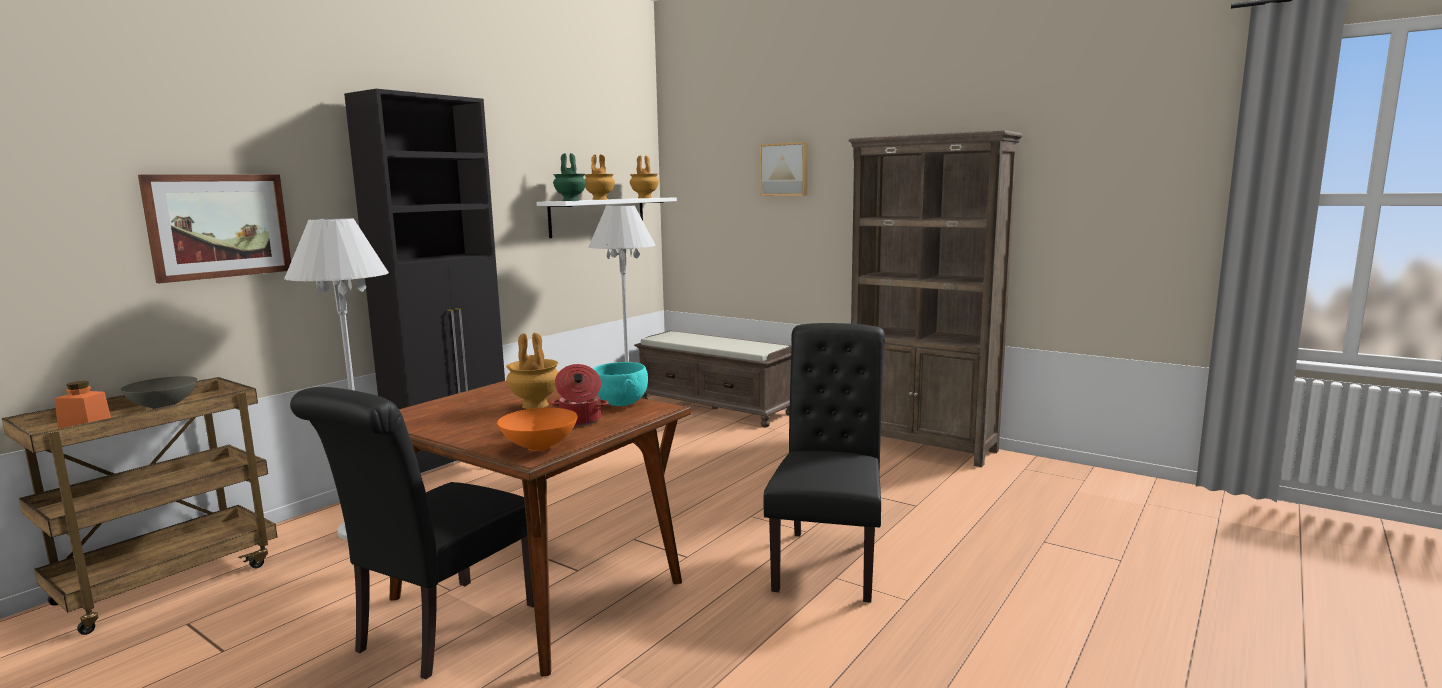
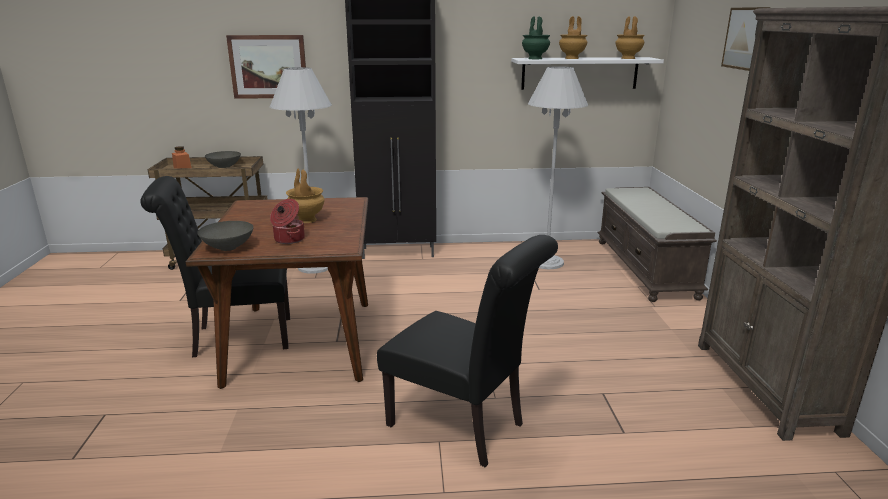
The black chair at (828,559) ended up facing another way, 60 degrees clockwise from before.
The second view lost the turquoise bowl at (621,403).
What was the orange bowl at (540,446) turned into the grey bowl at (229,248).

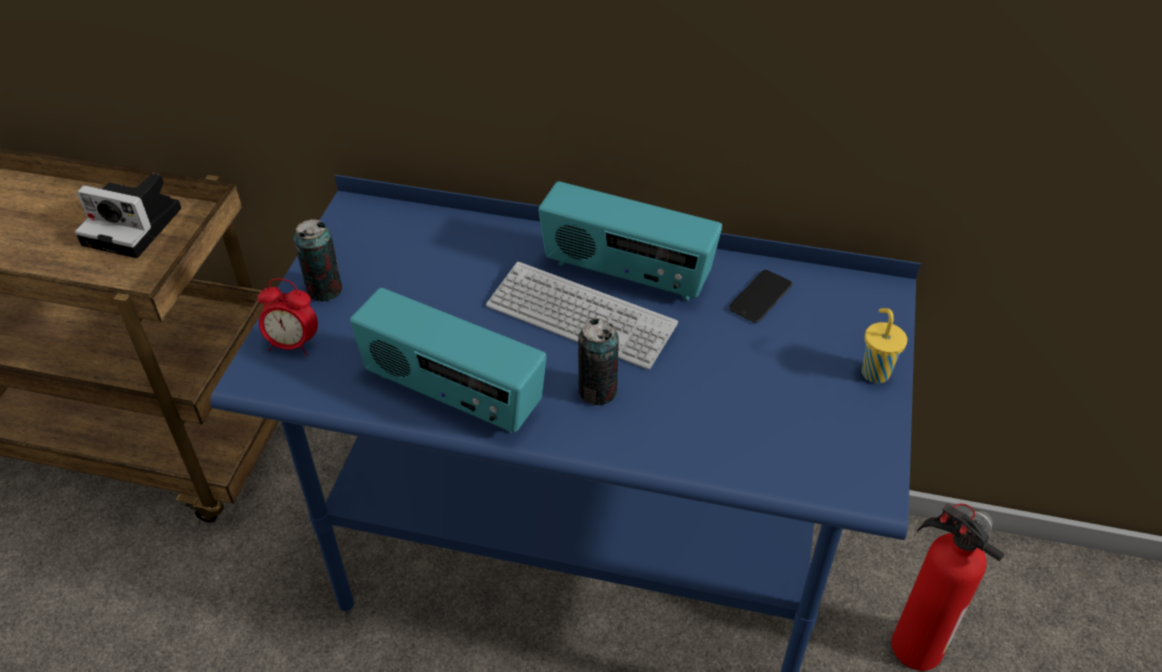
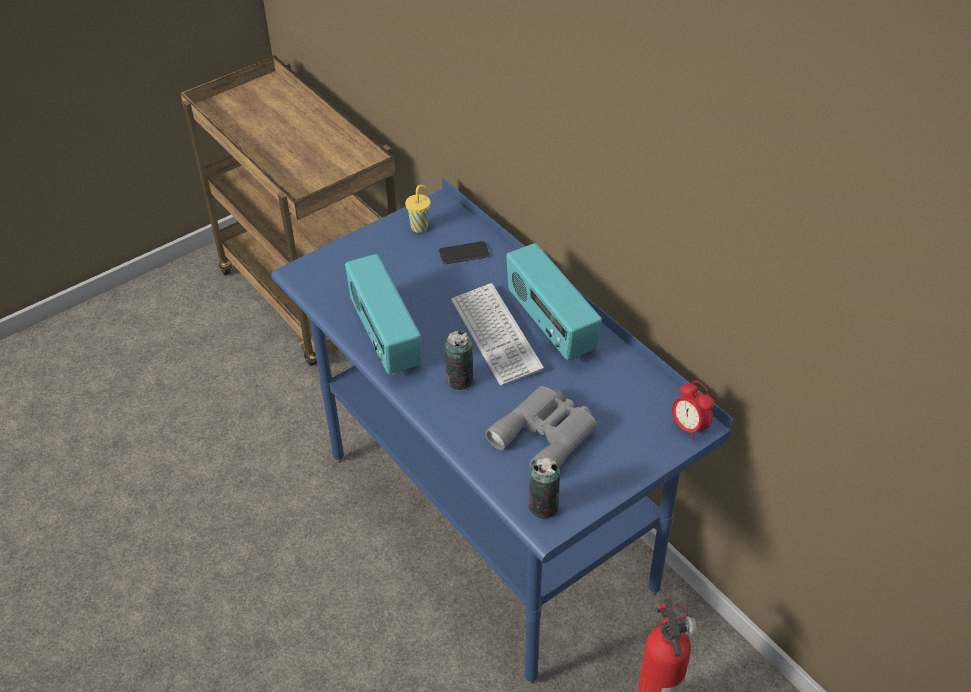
The second view lost the photo camera at (136,226).
The can ended up elsewhere, having gone from (324,290) to (543,507).
The phone ended up elsewhere, having gone from (760,297) to (464,253).
The alarm clock ended up elsewhere, having gone from (293,344) to (689,427).
The yellow cup ended up elsewhere, having gone from (874,372) to (420,226).
The second view gained the grey binoculars at (547,434).

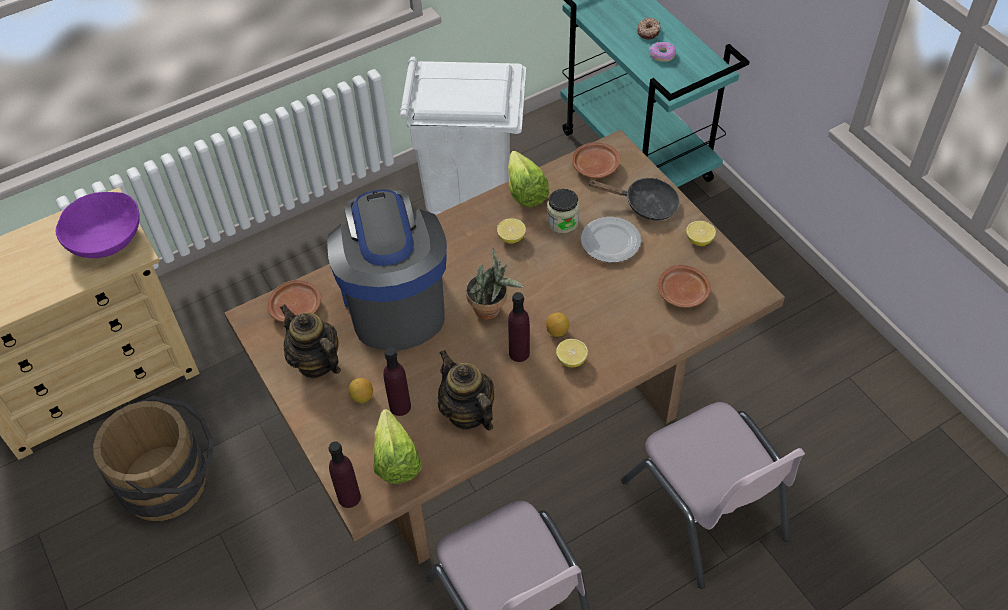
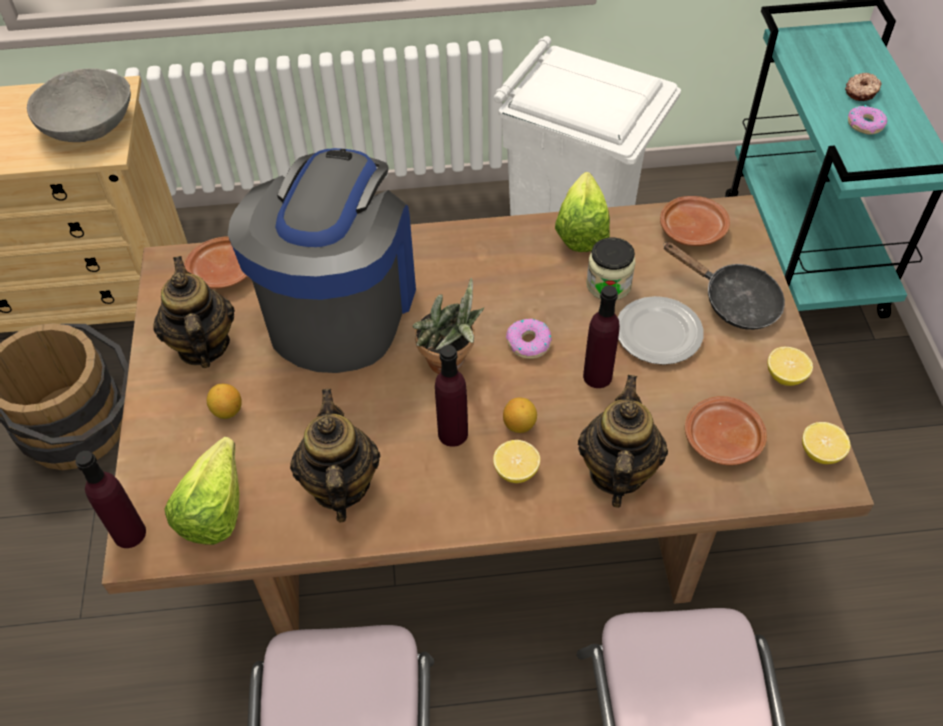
What was the purple bowl at (105,239) turned into the grey bowl at (88,125).
The lemon ended up elsewhere, having gone from (511,238) to (820,453).
The purple bottle ended up elsewhere, having gone from (400,406) to (597,376).
The second view gained the donut at (528,343).
The second view gained the teapot at (617,471).

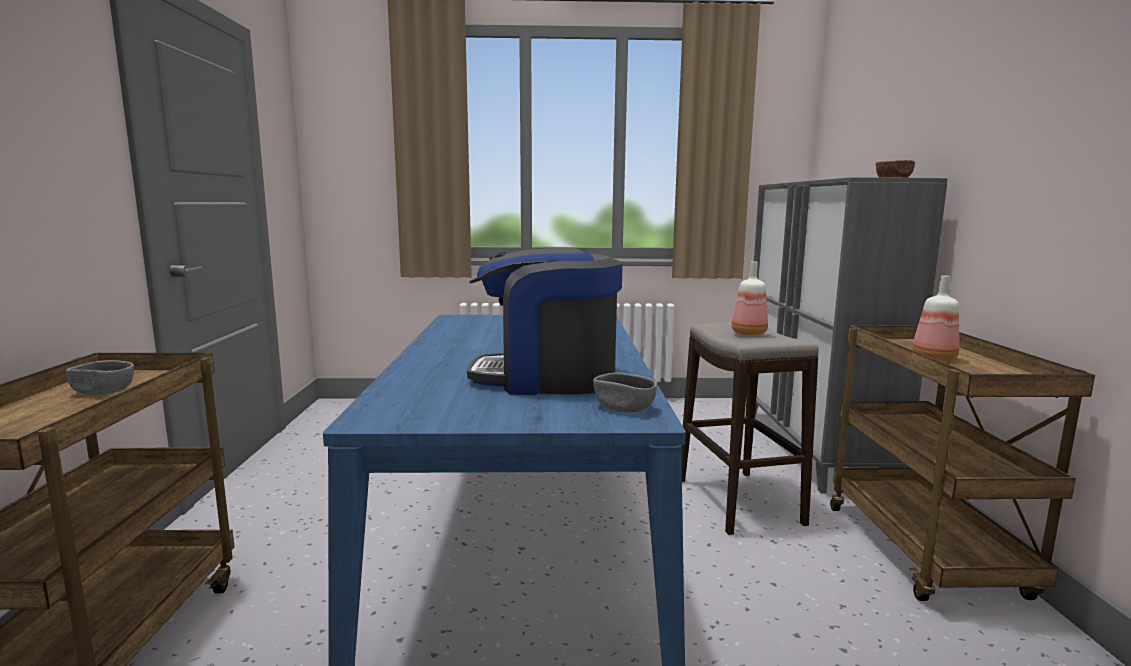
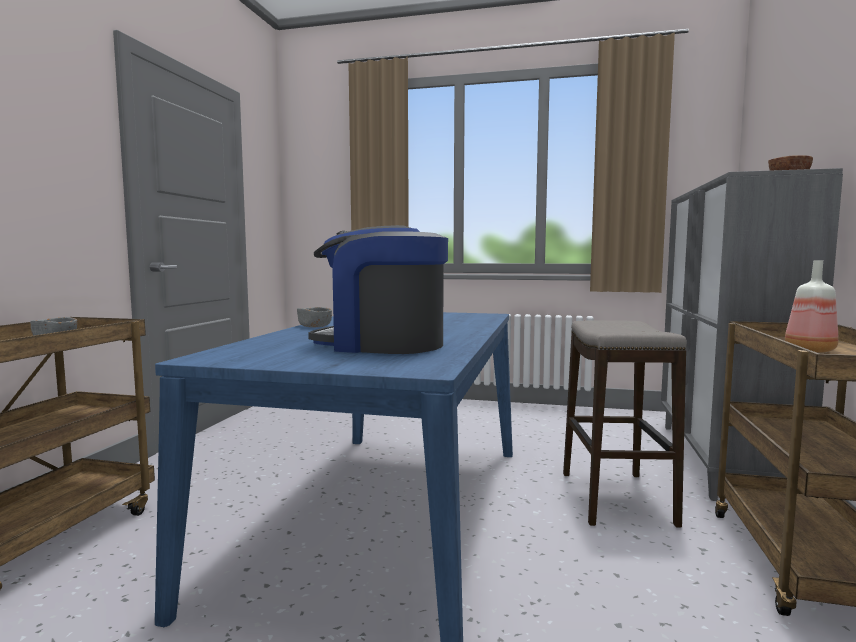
The second view lost the bottle at (747,333).
The grey bowl ended up elsewhere, having gone from (624,408) to (314,326).

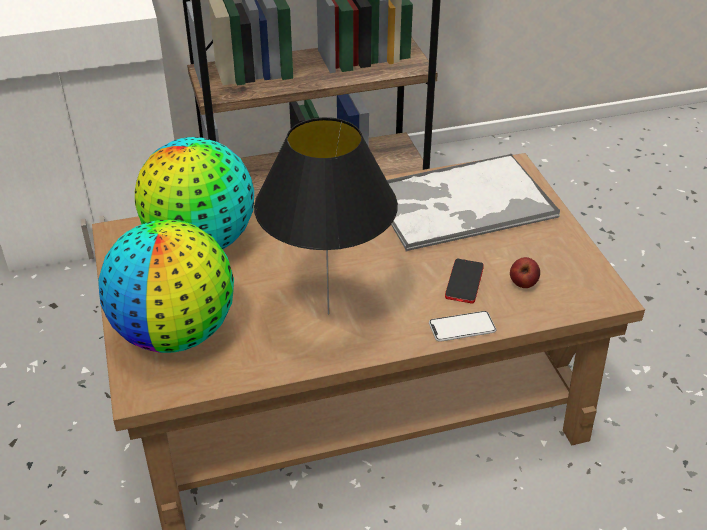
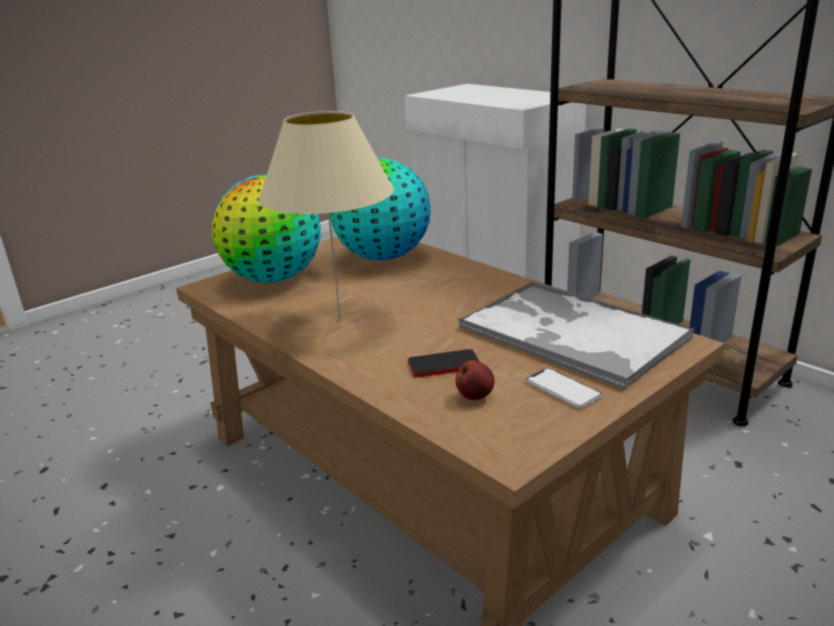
What was the black table lamp at (329,313) turned into the beige table lamp at (340,320).
The phone ended up elsewhere, having gone from (462,327) to (563,389).

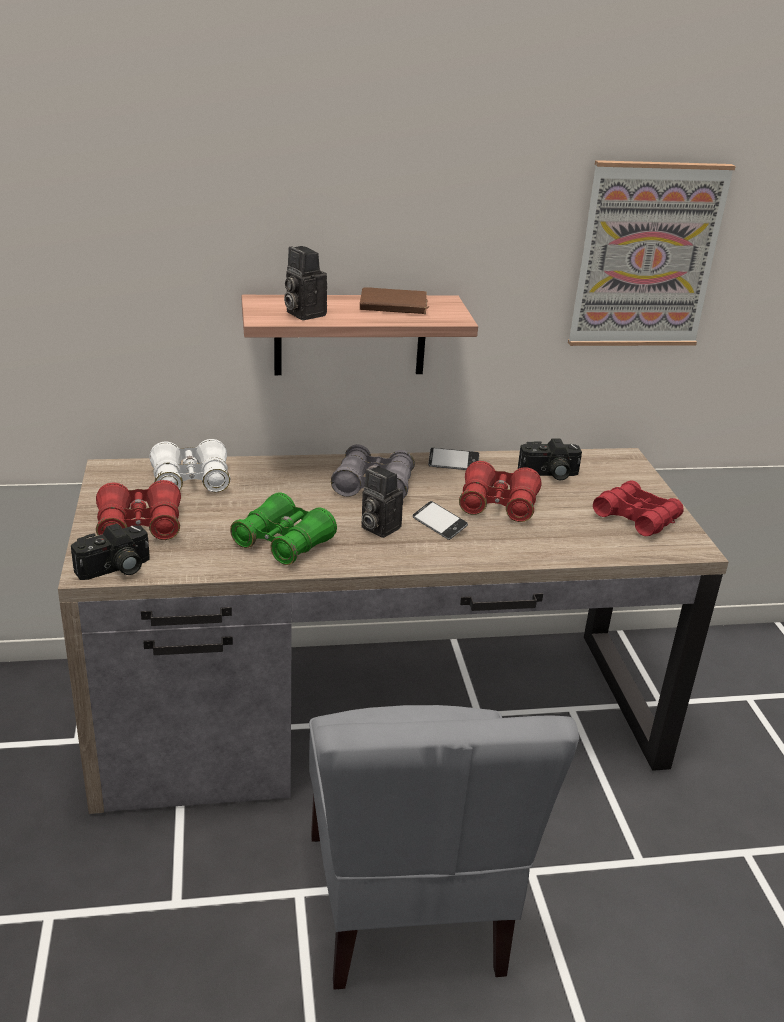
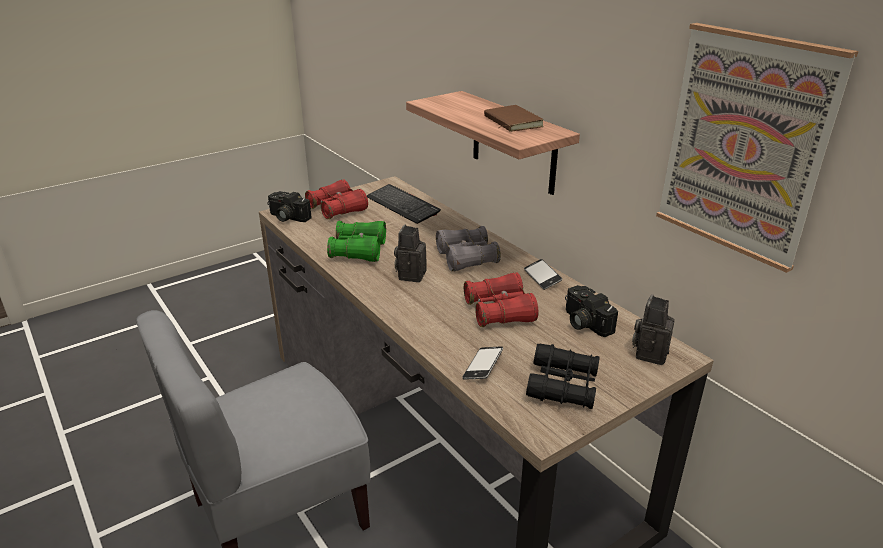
The photo camera ended up elsewhere, having gone from (303,313) to (649,352).
Where the white binoculars stood at (191,481), the keyboard came to stand at (402,205).
What was the red binoculars at (636,517) turned into the black binoculars at (563,385).
The phone ended up elsewhere, having gone from (439,524) to (483,366).

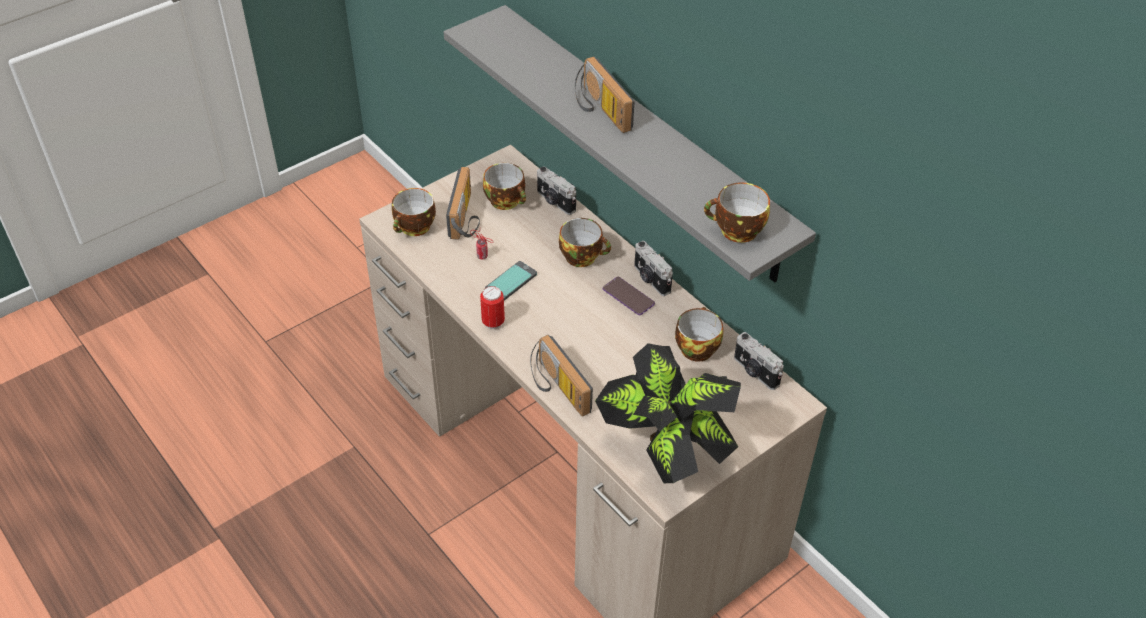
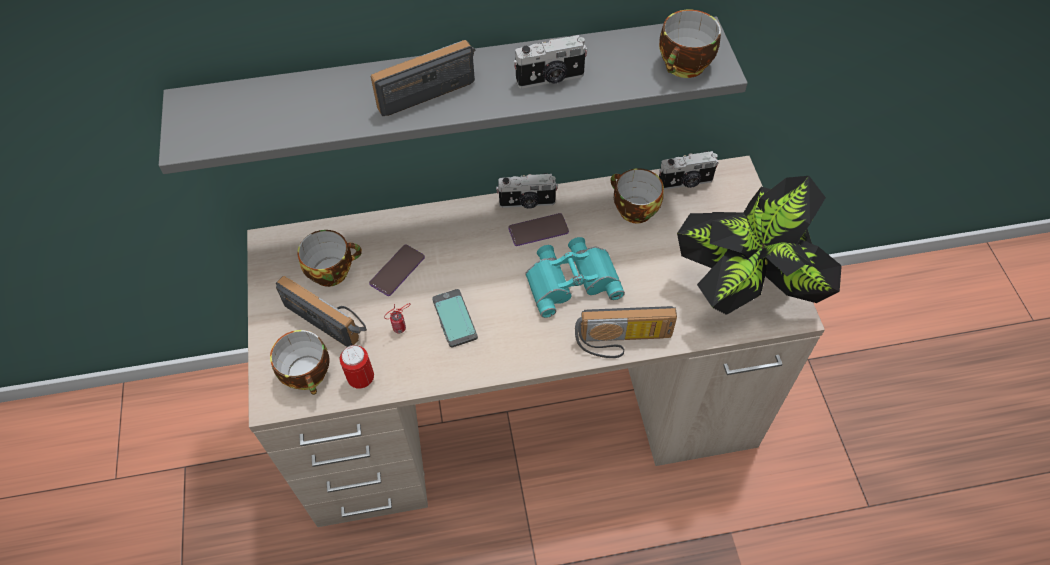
The radio at (599,110) ended up facing another way, 150 degrees clockwise from before.
The photo camera ended up elsewhere, having gone from (555,202) to (550,79).
The second view lost the cup at (583,256).
The can ended up elsewhere, having gone from (493,322) to (361,379).
The second view gained the turquoise binoculars at (571,279).
The second view gained the phone at (397,270).

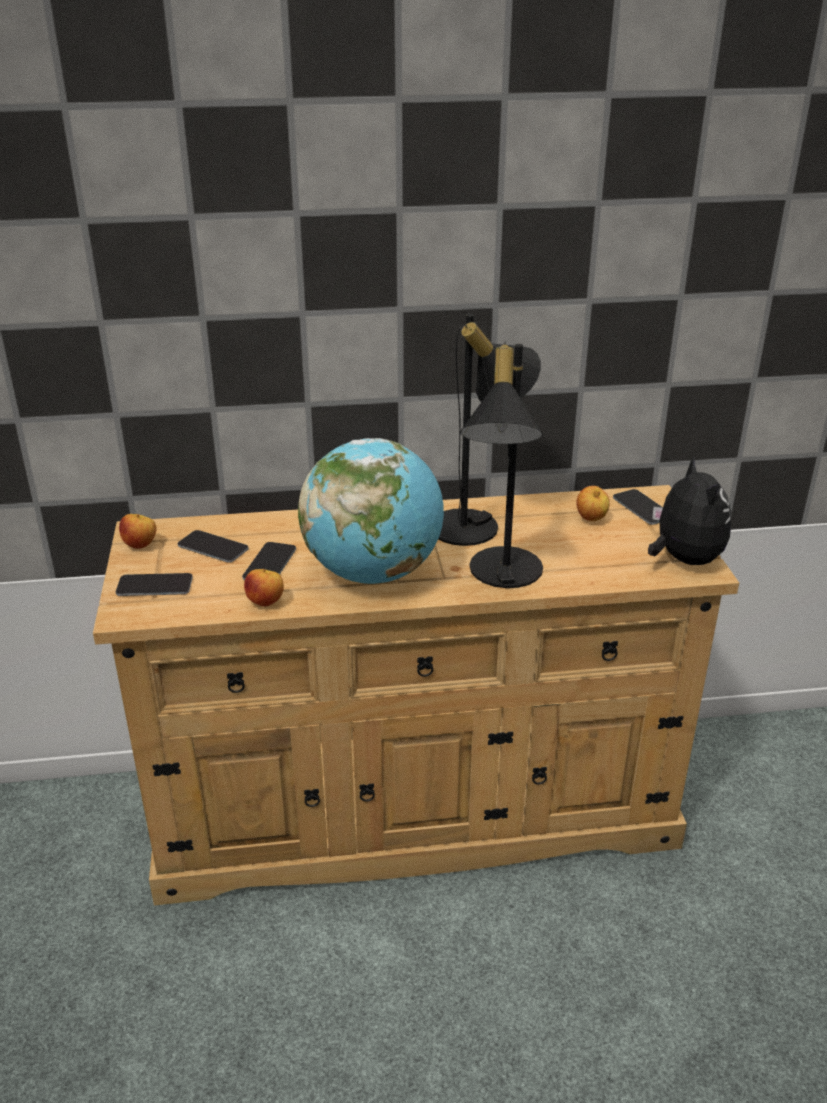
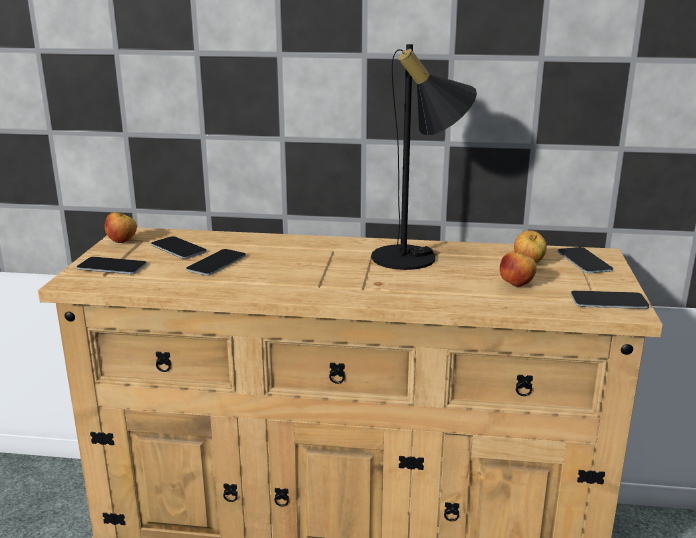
The second view lost the black table lamp at (500,575).
The second view lost the globe at (373,573).
Where the plush toy stood at (683,559), the phone came to stand at (609,301).
The apple ended up elsewhere, having gone from (266,603) to (516,285).

